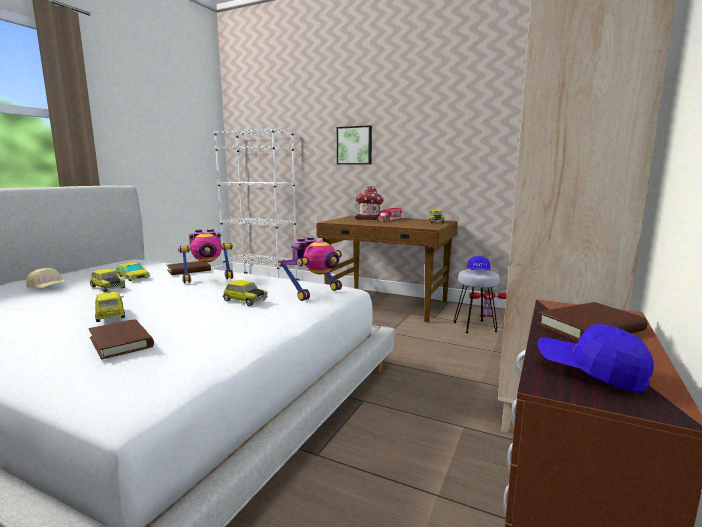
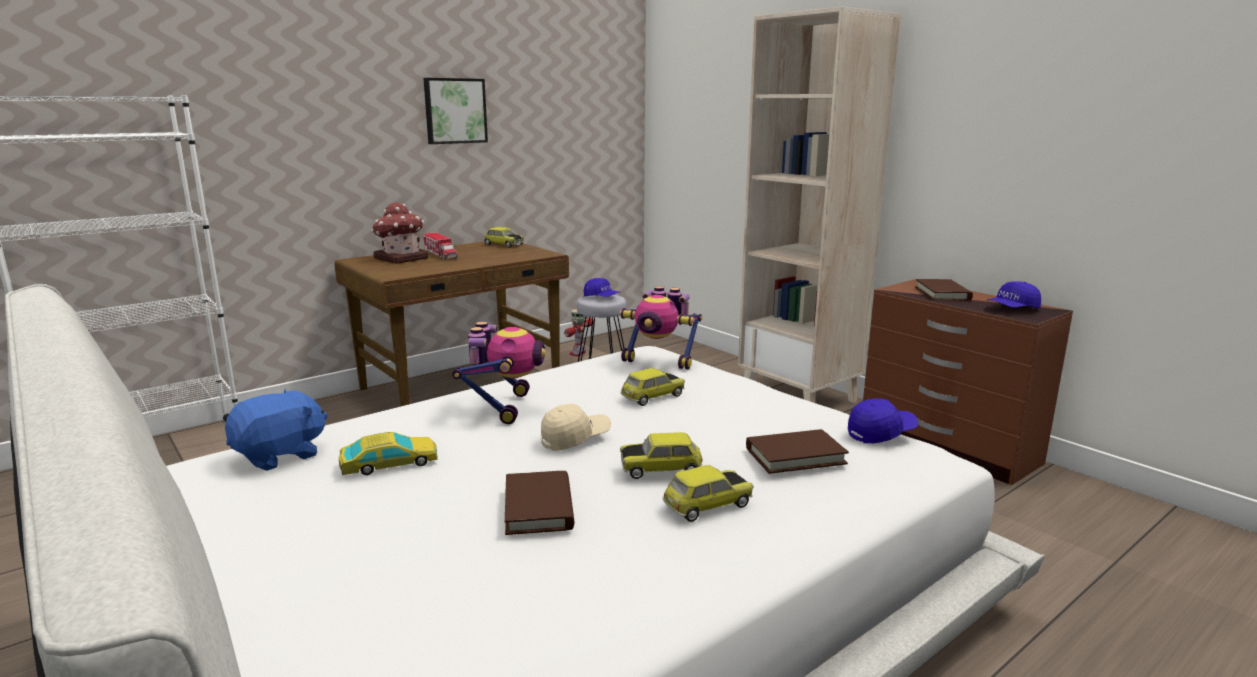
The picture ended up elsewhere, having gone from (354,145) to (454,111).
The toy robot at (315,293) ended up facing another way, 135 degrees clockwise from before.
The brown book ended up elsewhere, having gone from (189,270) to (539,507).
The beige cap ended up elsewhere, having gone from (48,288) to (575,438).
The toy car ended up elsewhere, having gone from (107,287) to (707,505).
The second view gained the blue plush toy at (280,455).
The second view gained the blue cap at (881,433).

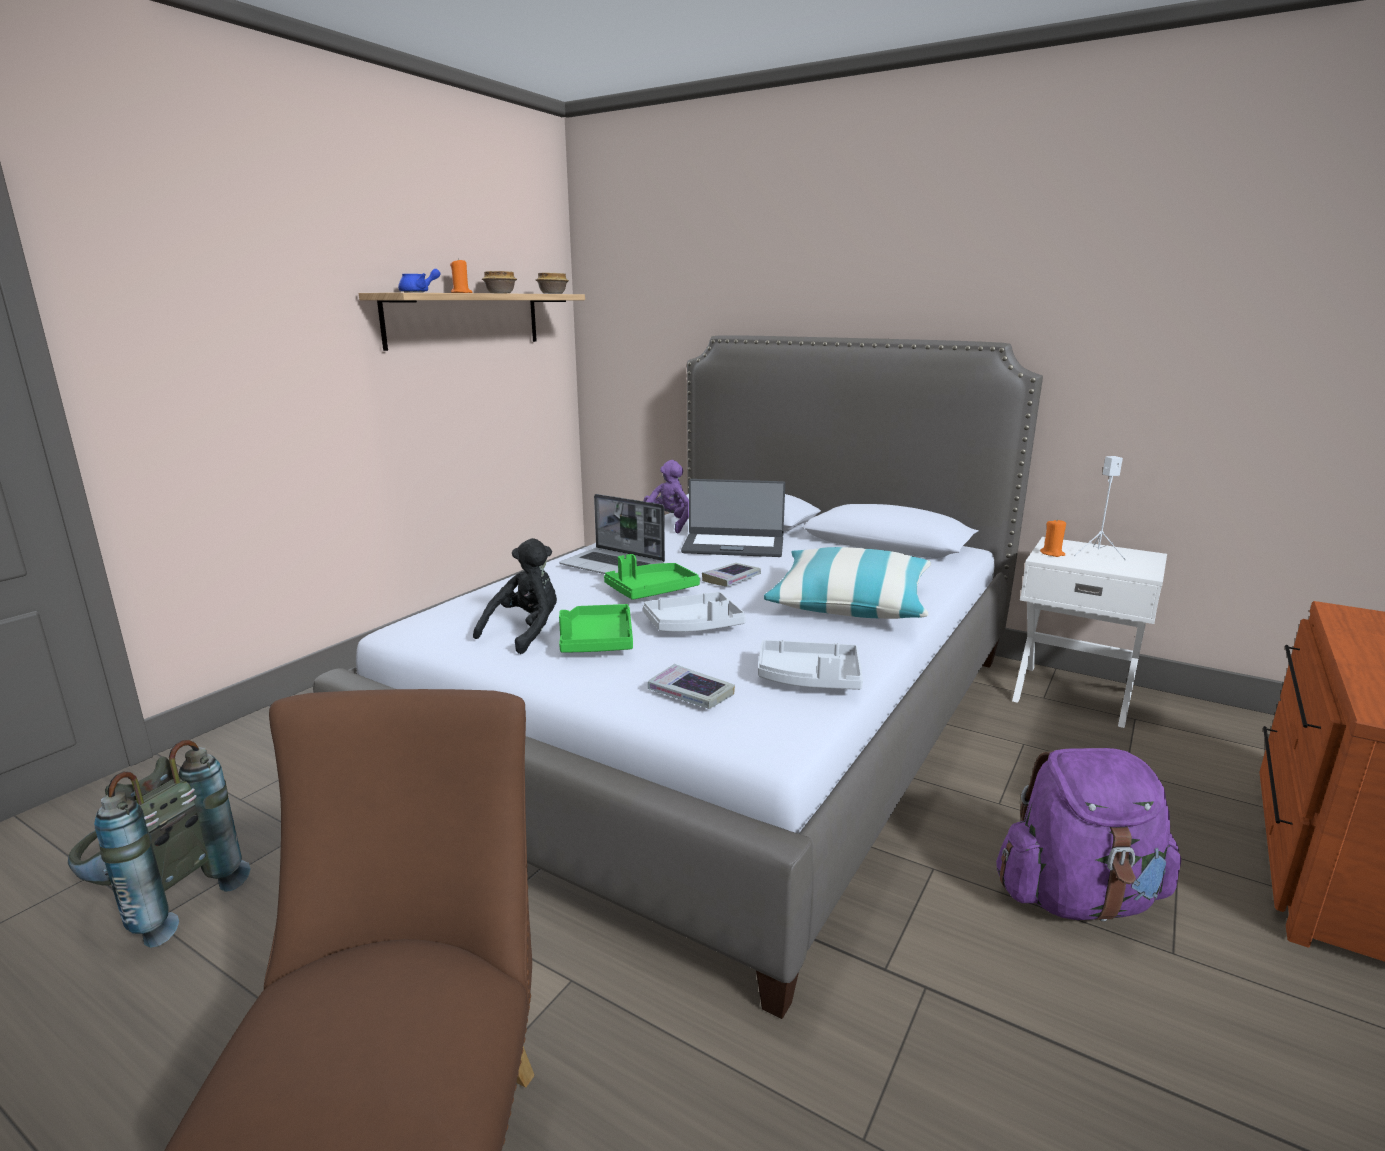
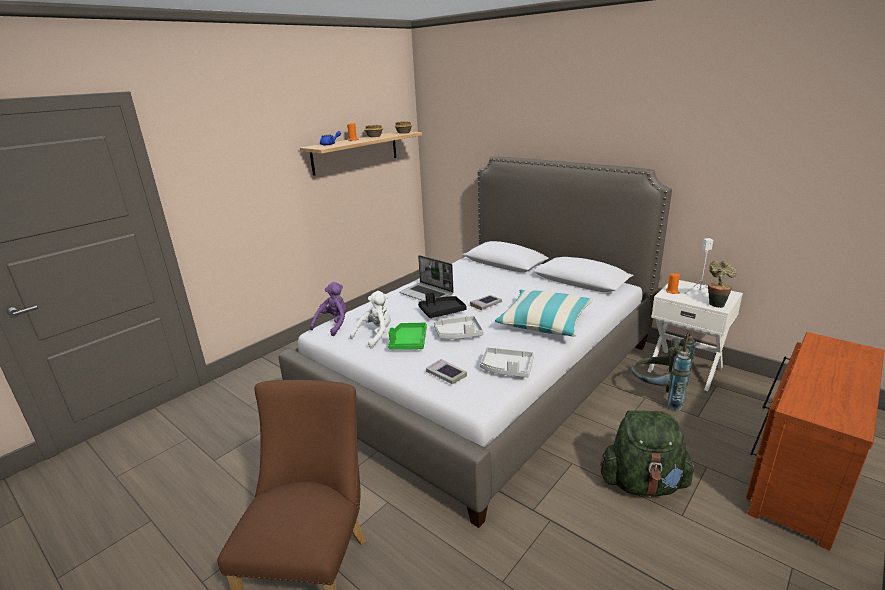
The purple plush toy ended up elsewhere, having gone from (667,524) to (333,325).
The second view lost the laptop at (733,546).
What was the black plush toy at (525,633) turned into the white plush toy at (375,335).
What was the green tray at (651,591) turned into the black tray at (442,312).
The grey backpack ended up elsewhere, having gone from (163,902) to (658,396).
What was the purple backpack at (1078,898) turned into the green backpack at (643,483).
The second view gained the potted plant at (716,304).

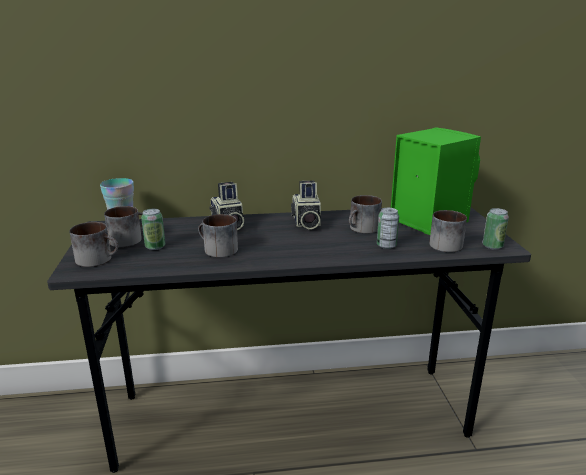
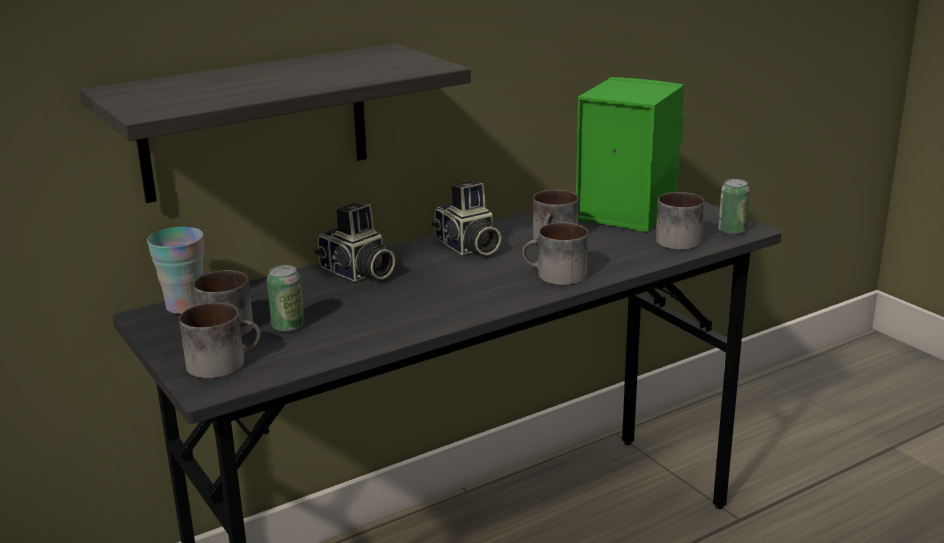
The second view lost the can at (386,245).
The mug ended up elsewhere, having gone from (216,250) to (555,276).
The second view gained the shelf at (255,122).

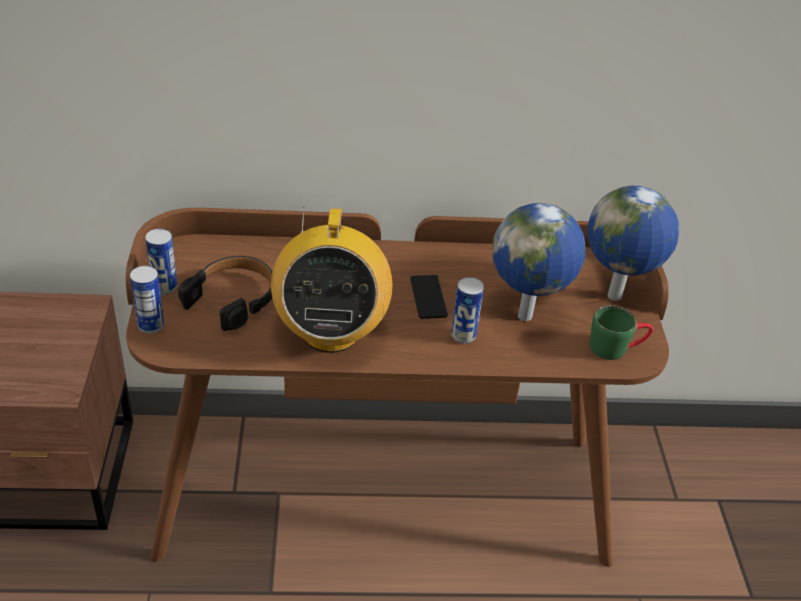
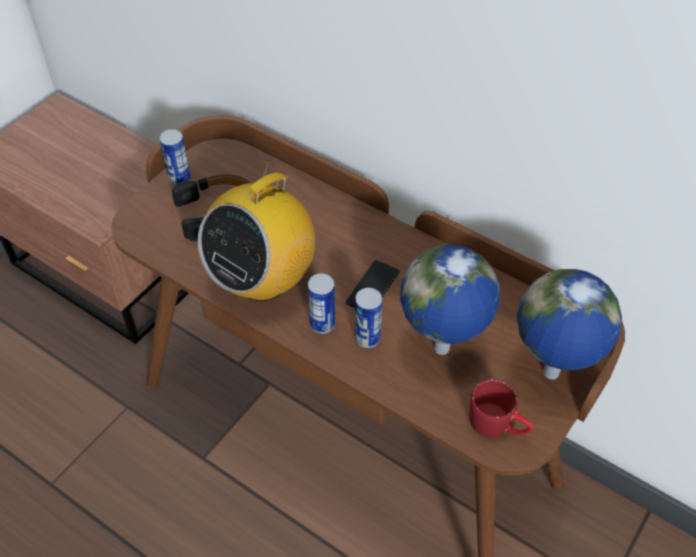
The can ended up elsewhere, having gone from (151,326) to (322,324).
What was the green mug at (616,347) turned into the red mug at (498,425).

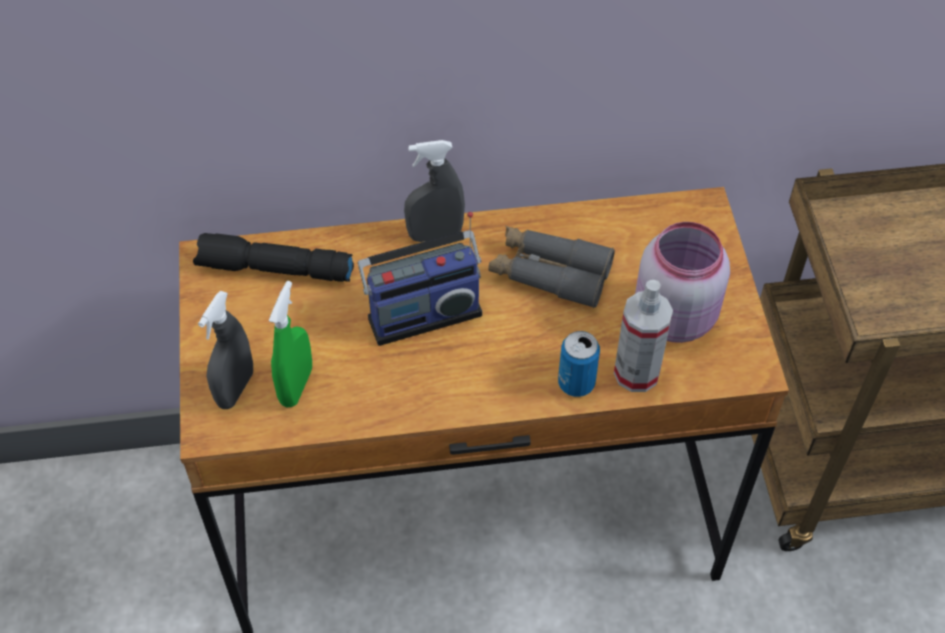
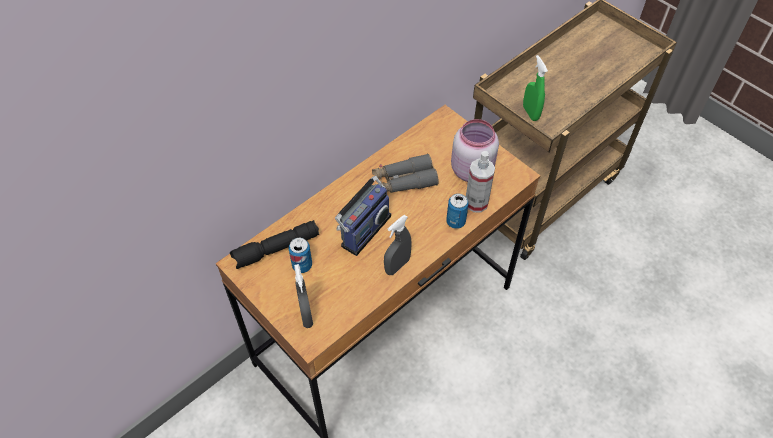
The grey spray bottle ended up elsewhere, having gone from (435,234) to (397,266).
The green spray bottle ended up elsewhere, having gone from (296,386) to (530,113).
The second view gained the can at (302,265).

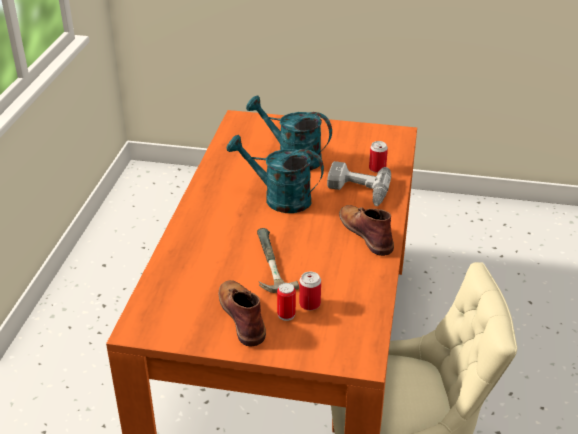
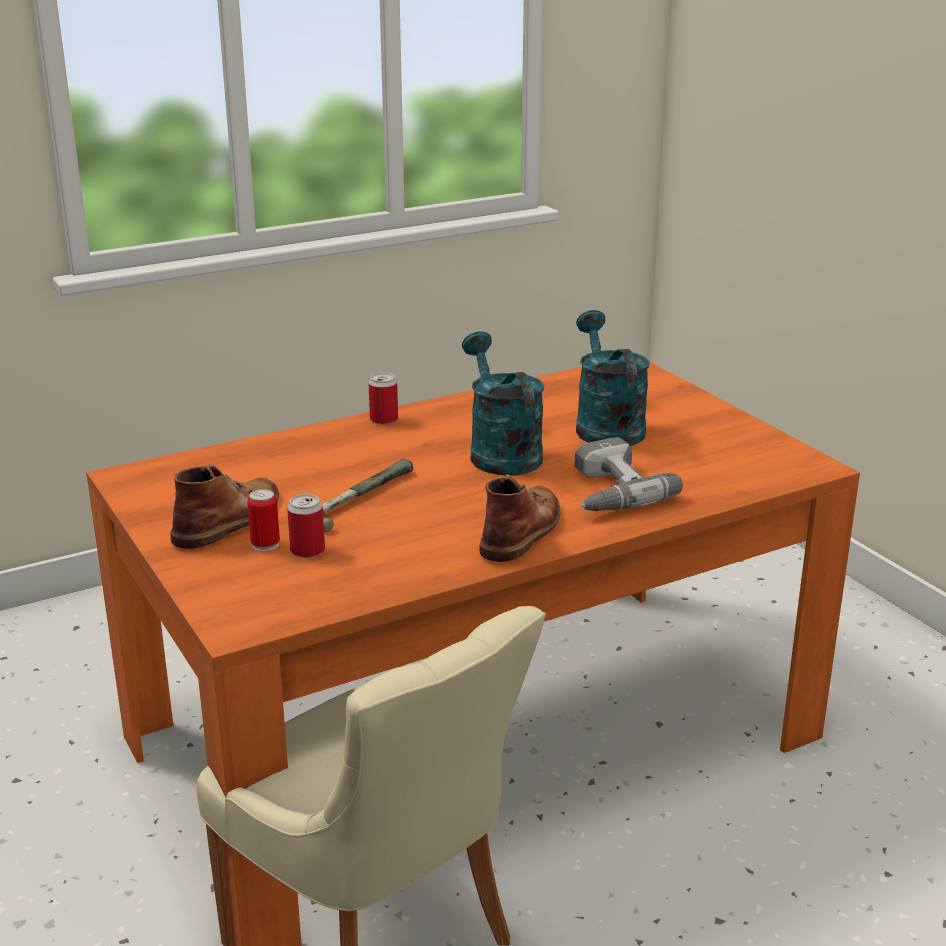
The can ended up elsewhere, having gone from (377,168) to (384,419).

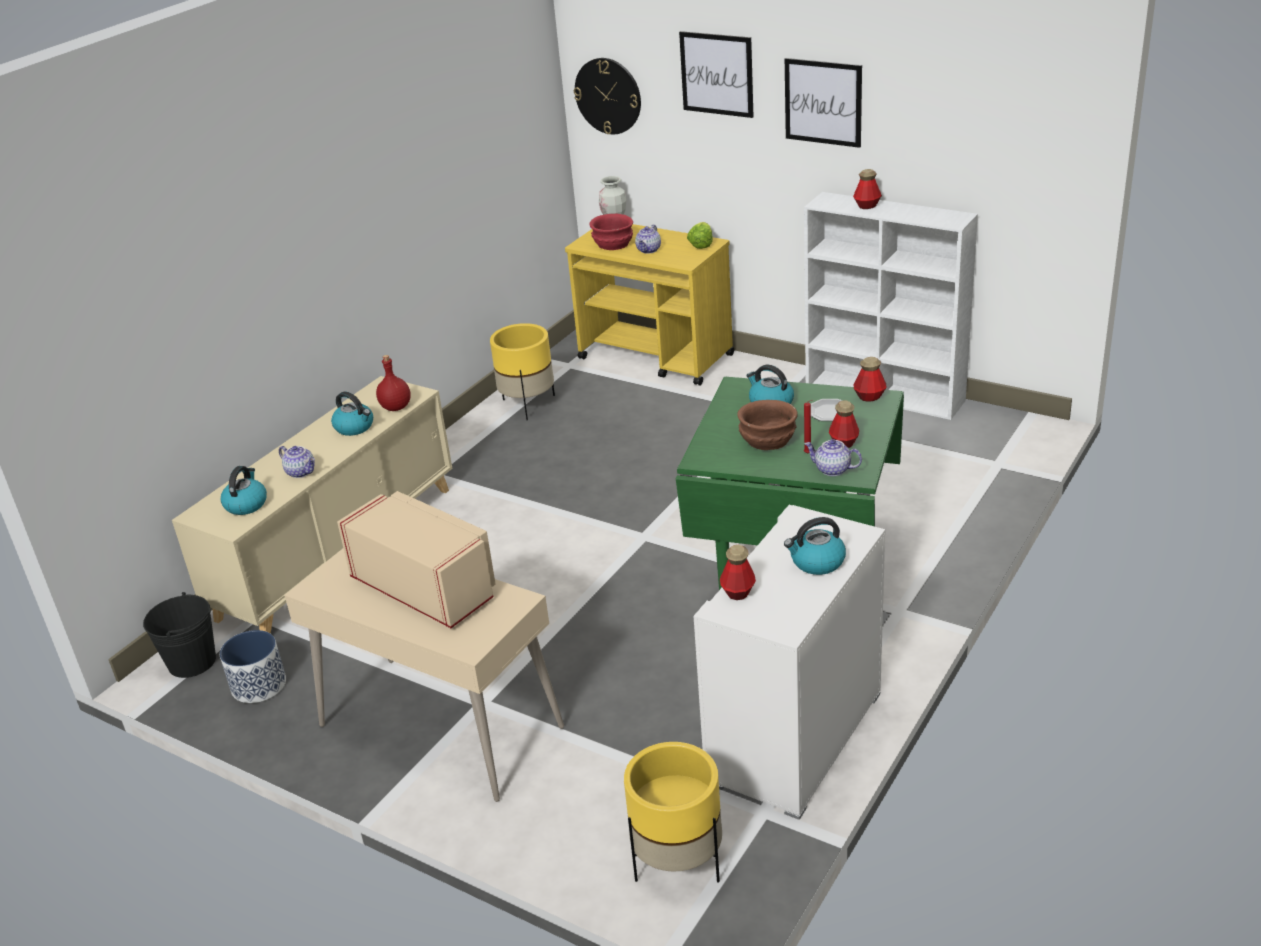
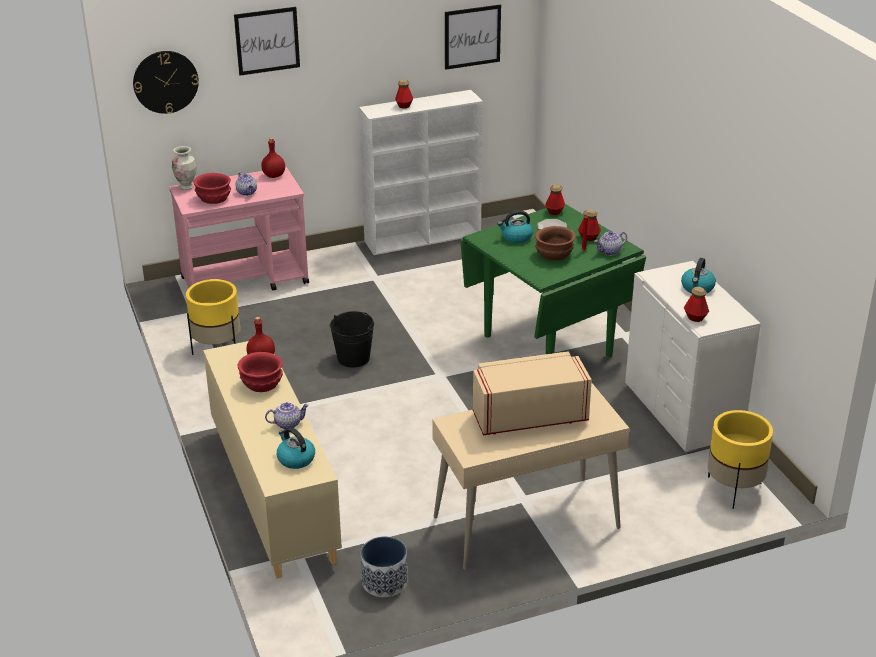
The picture ended up elsewhere, having gone from (823,102) to (472,36).
Where the lettuce stood at (701,244), the red bottle came to stand at (274,176).
What was the yellow cart at (656,357) turned into the pink cart at (246,280).
Where the kettle stood at (355,427), the red bowl came to stand at (261,384).
The black bucket ended up elsewhere, having gone from (192,662) to (353,358).

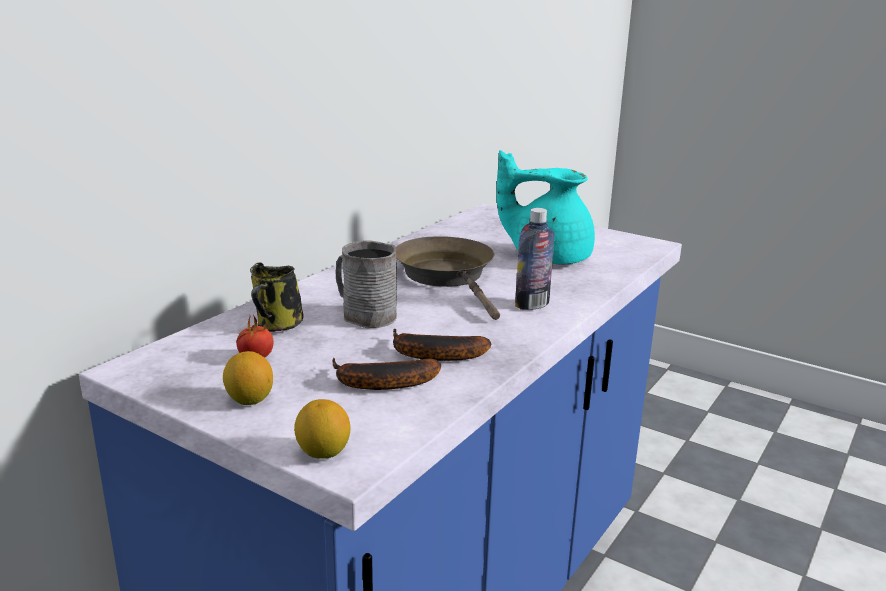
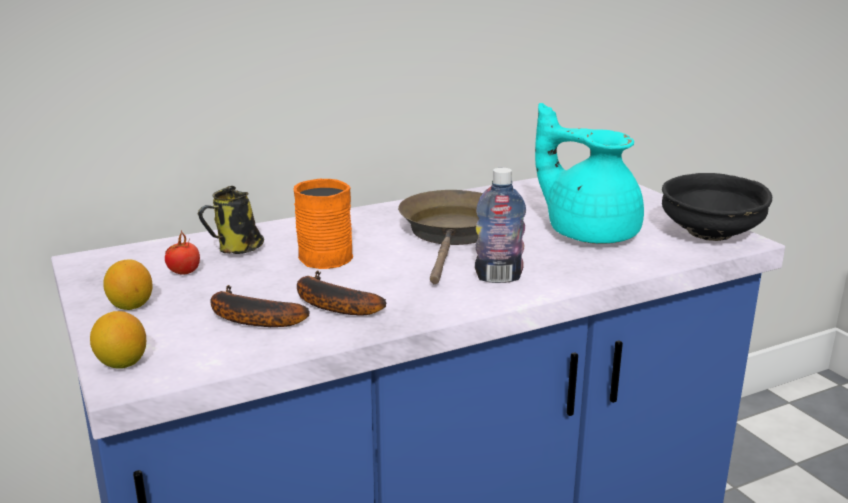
What was the grey mug at (364,314) turned into the orange mug at (323,254).
The second view gained the black bowl at (709,235).

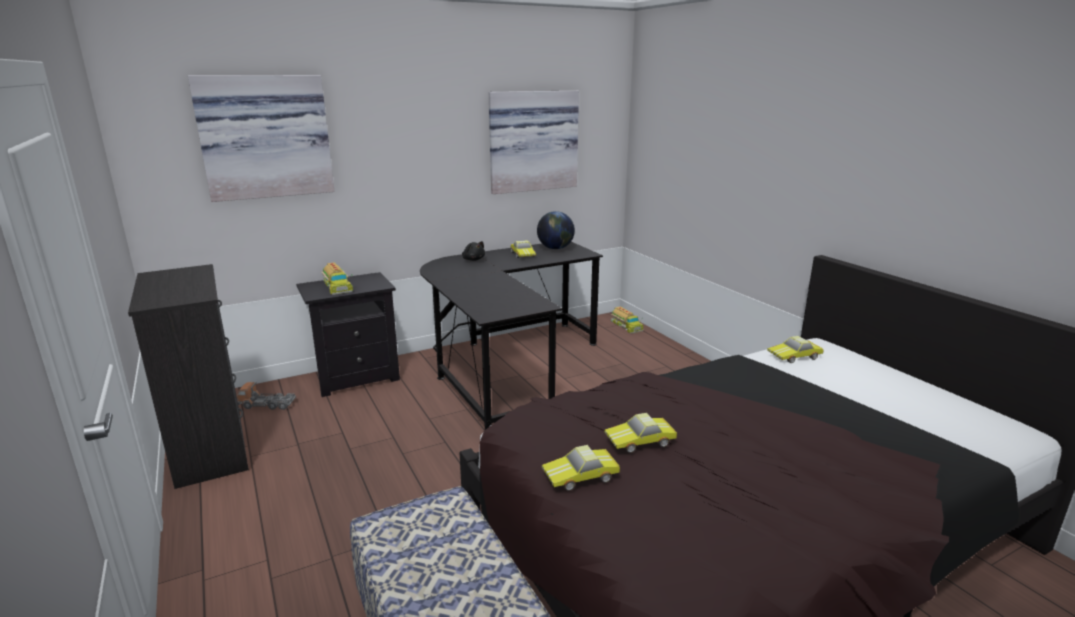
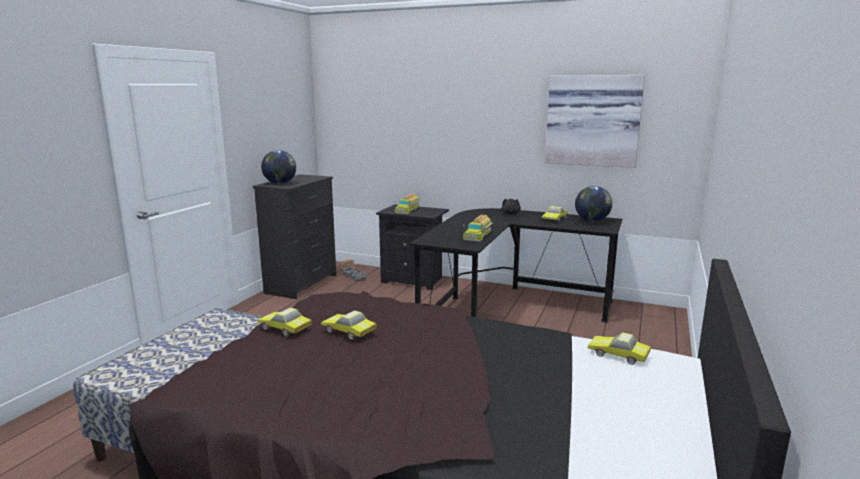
The second view lost the picture at (265,137).
The toy truck ended up elsewhere, having gone from (626,326) to (477,235).
The second view gained the globe at (280,183).

